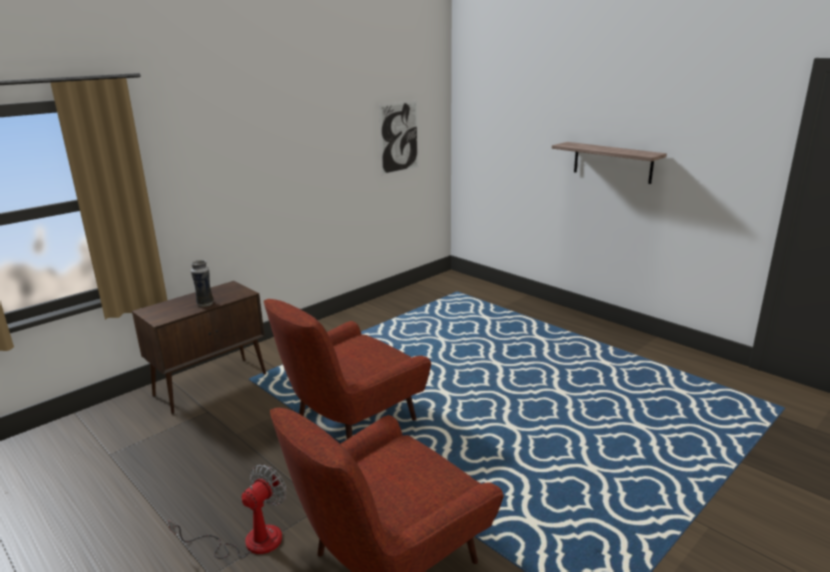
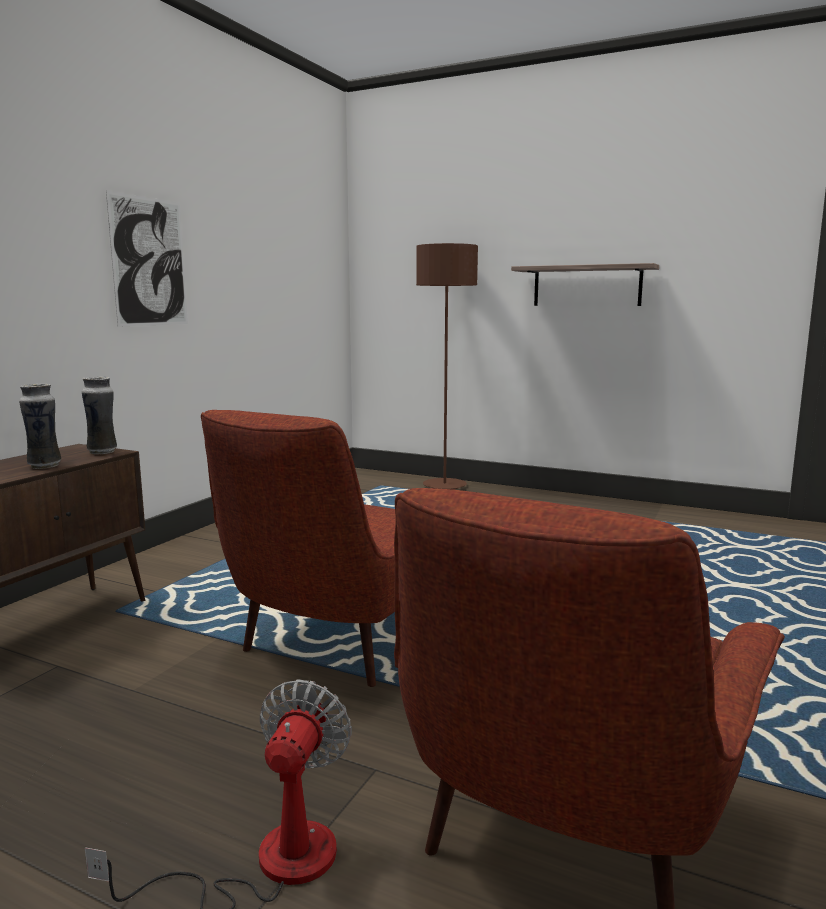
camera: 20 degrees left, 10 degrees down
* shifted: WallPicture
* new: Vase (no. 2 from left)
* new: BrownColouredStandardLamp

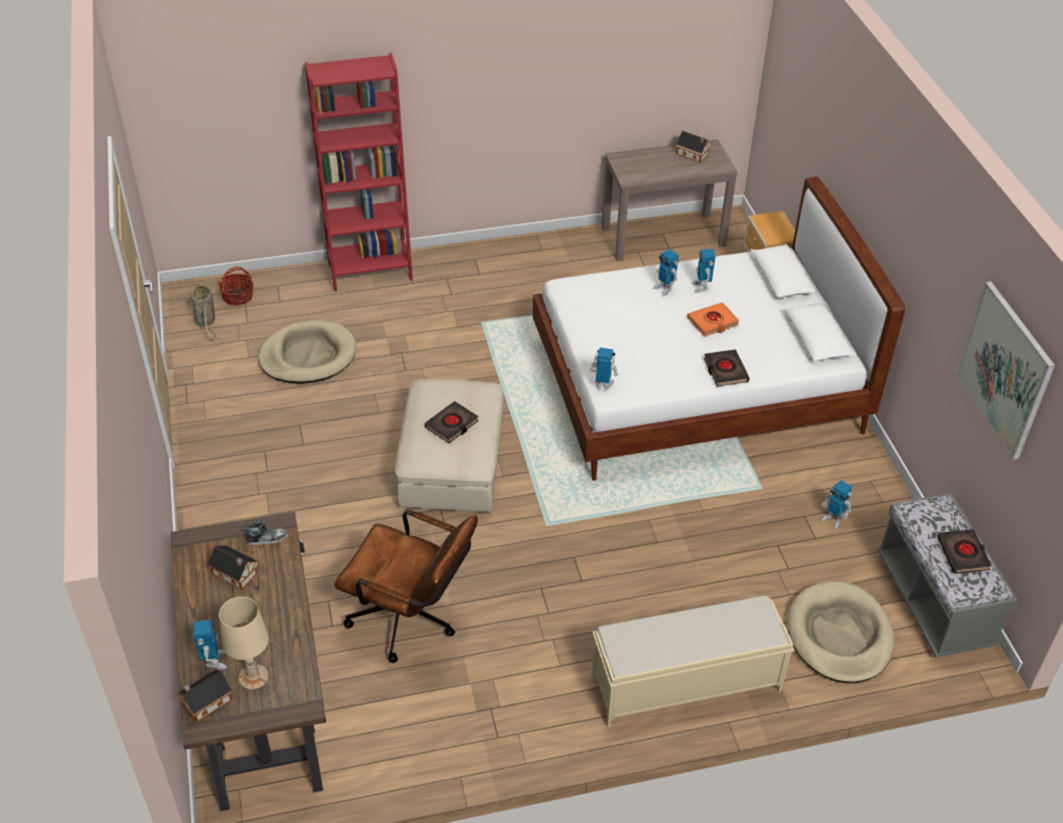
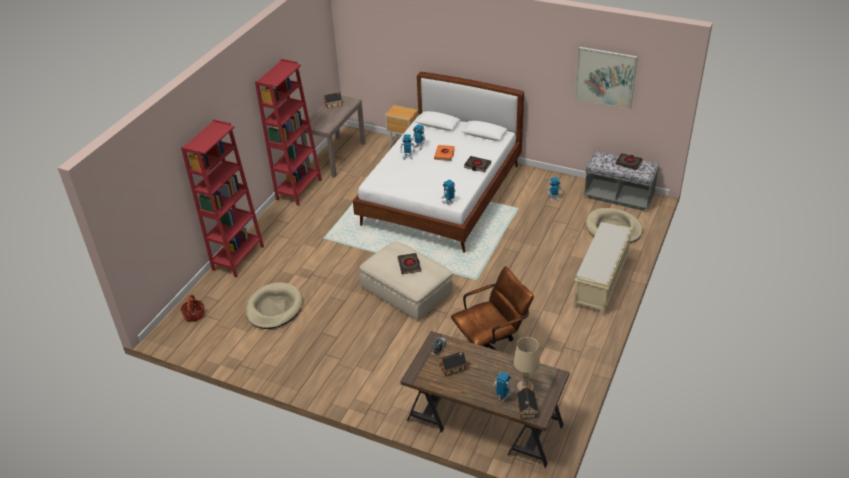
camera: 50 degrees left, 5 degrees down
* gone: StorageBasket (no. 1 from left)
* new: RedColouredBookcase (no. 2 from left)

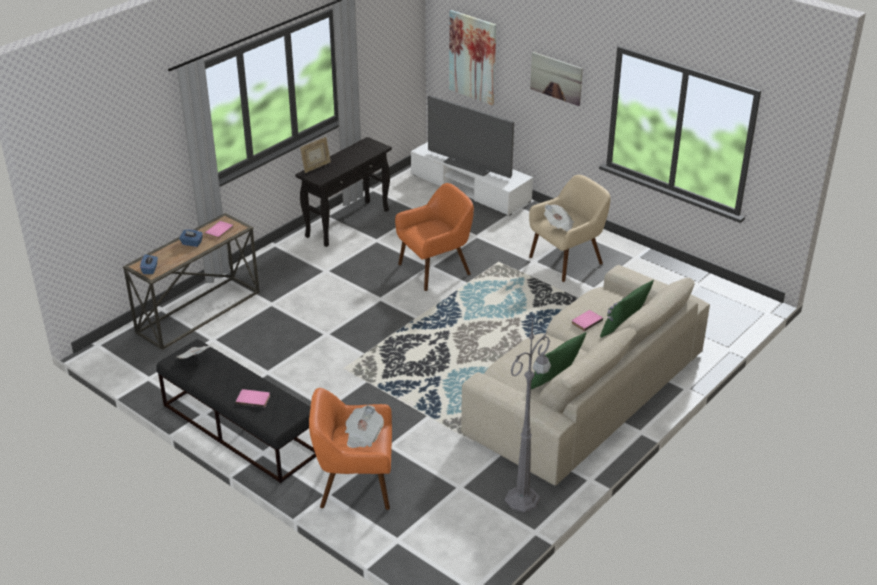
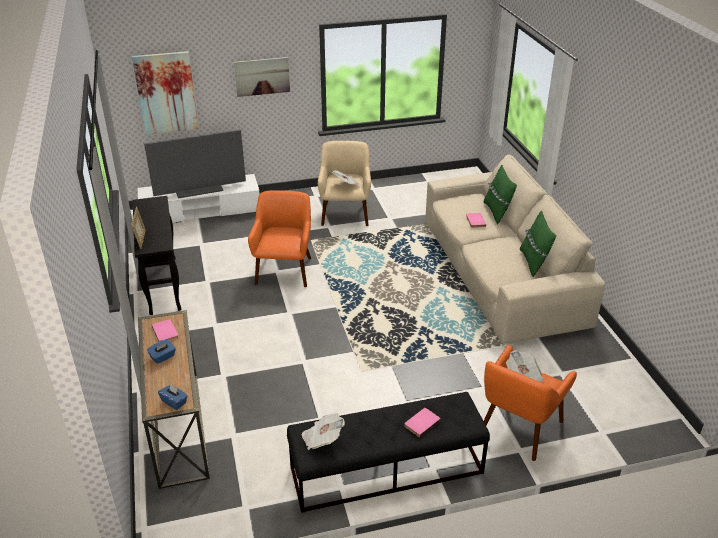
camera: 55 degrees left, 0 degrees up
* gone: GreyStandardLamp

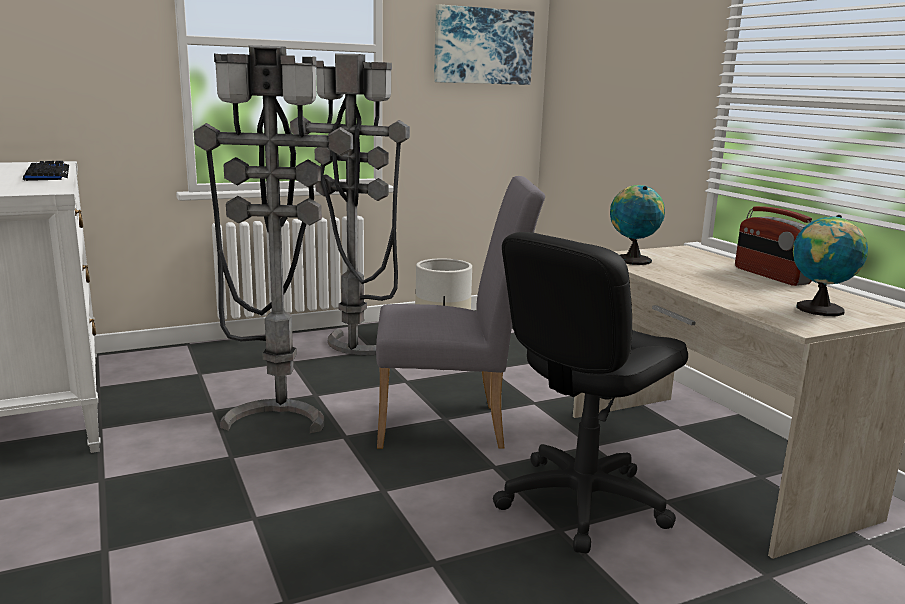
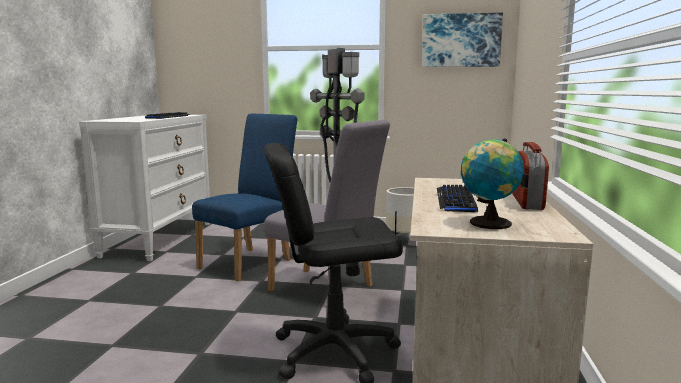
camera: 35 degrees right, 5 degrees down
* swapped: GreyStandardLamp (no. 1 from left) to BluishPlainChair
* gone: WorldGlobe (no. 1 from left)
* new: PcKeyboard (no. 2 from left)

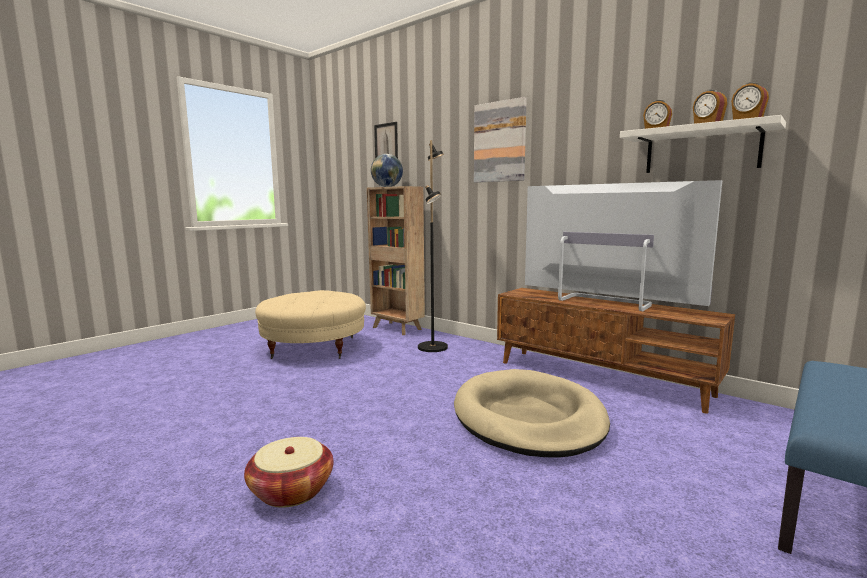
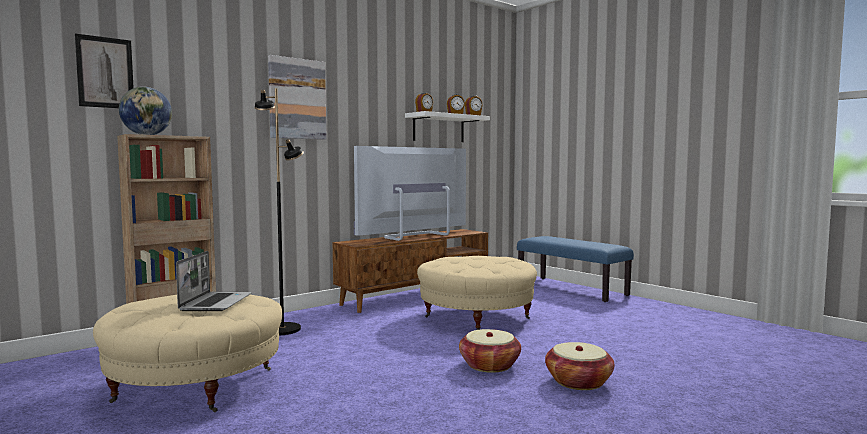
camera: 80 degrees left, 5 degrees down
* swapped: BeigeDogCushion to BeigePouffe (no. 2 from left)
* new: NotebookComputer
* new: StorageBasket (no. 1 from left)

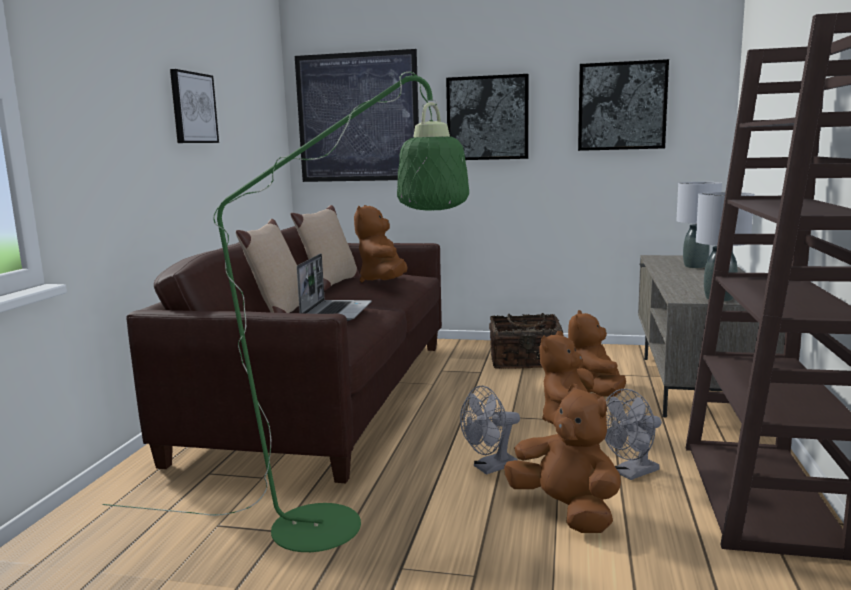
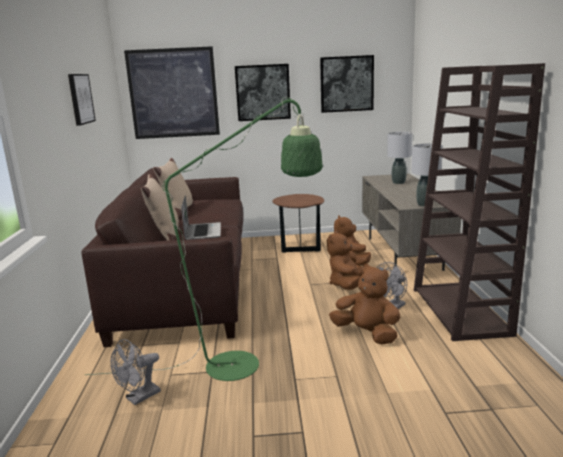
camera: 15 degrees left, 5 degrees up
* gone: BrownColouredCuddlyToy (no. 1 from left)
* shifted: GreyFan (no. 1 from left)
* swapped: StorageBasket to BrownColouredSideTable

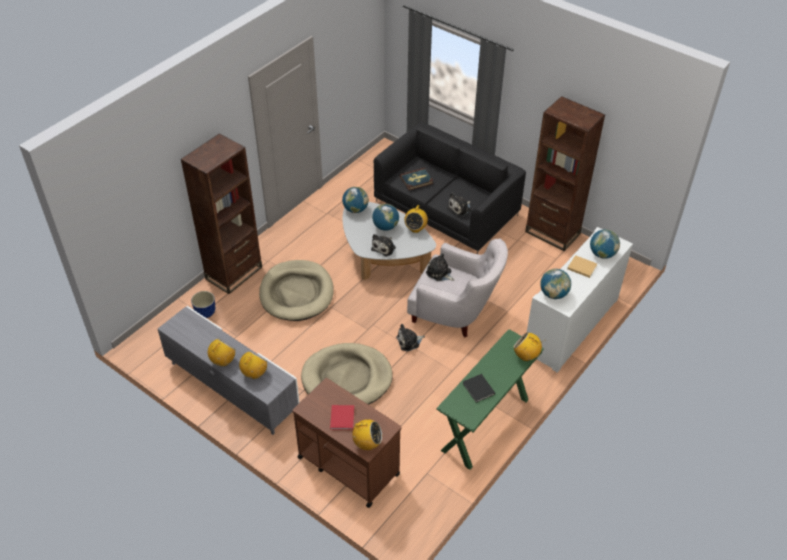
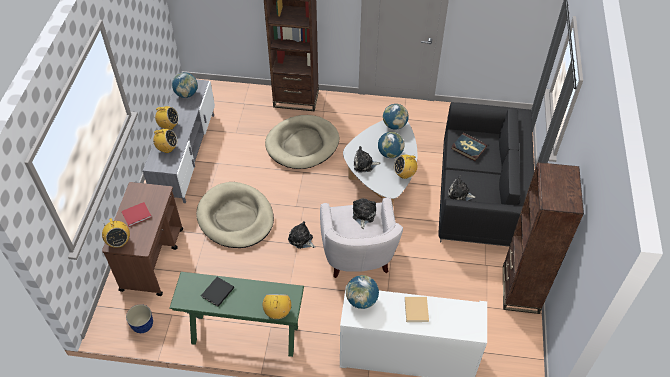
camera: 60 degrees right, 5 degrees up
* shifted: FlowerPot
* shifted: WorldGlobe (no. 4 from left in the first image) to WorldGlobe (no. 1 from left)

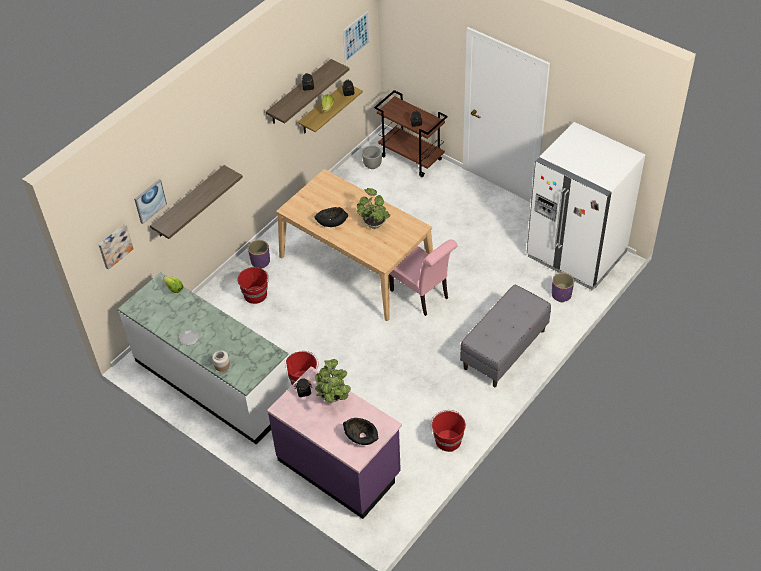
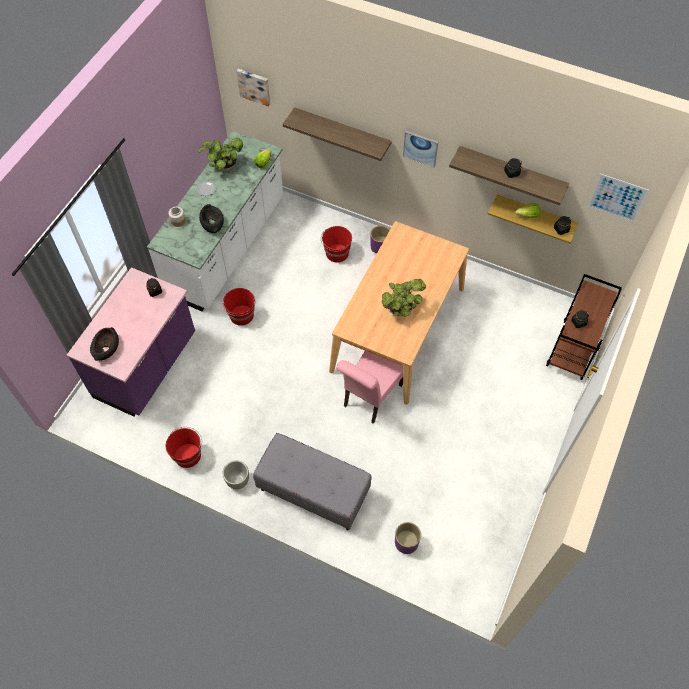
camera: 75 degrees right, 10 degrees up
* shifted: WallPicture (no. 2 from left)
* shifted: BlackishServingBowl (no. 1 from left in the first image) to BlackishServingBowl (no. 2 from left)
* shifted: Houseplant (no. 1 from left)
* shifted: GreyFlowerPot
* gone: WhitishRefrigerator

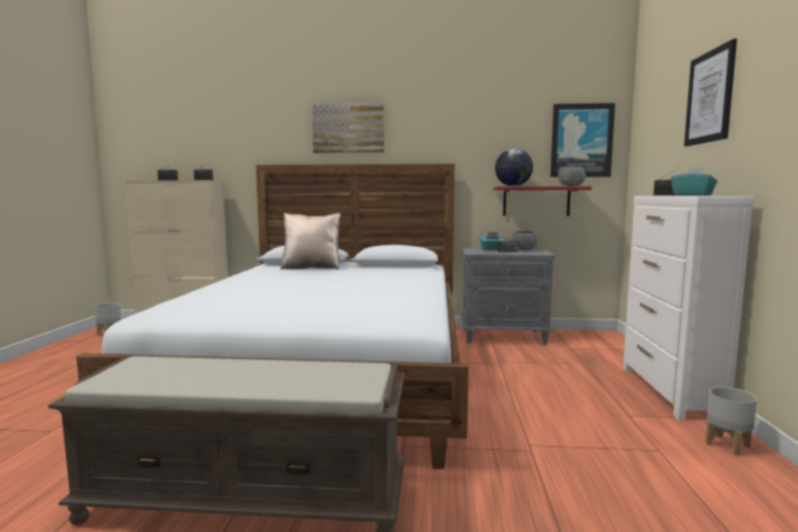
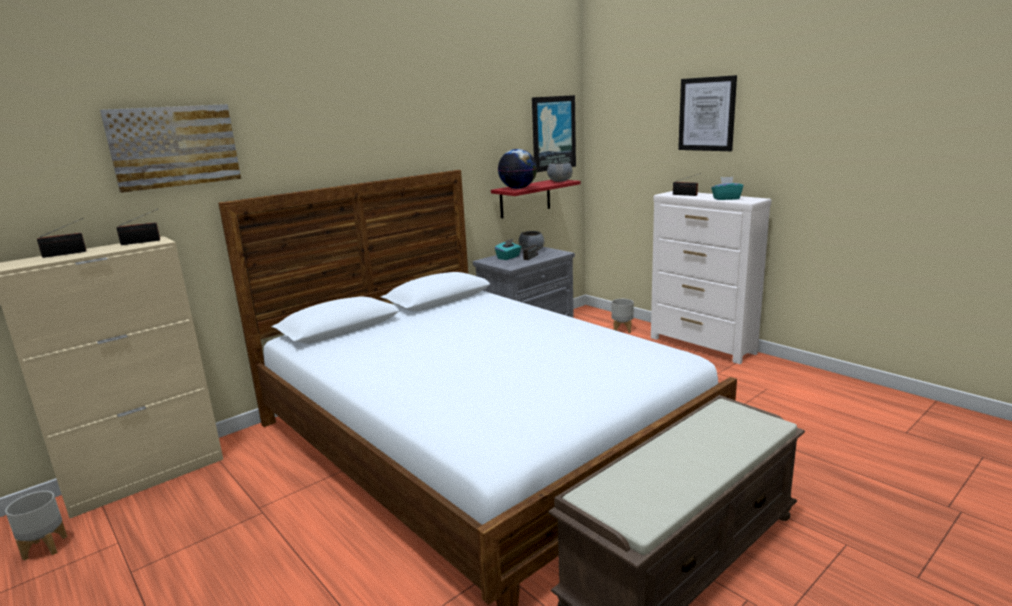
camera: 45 degrees left, 10 degrees up
* gone: BeigeCushion
* shifted: WallPicture (no. 1 from left)
* shifted: GreyFlowerPot (no. 2 from left)

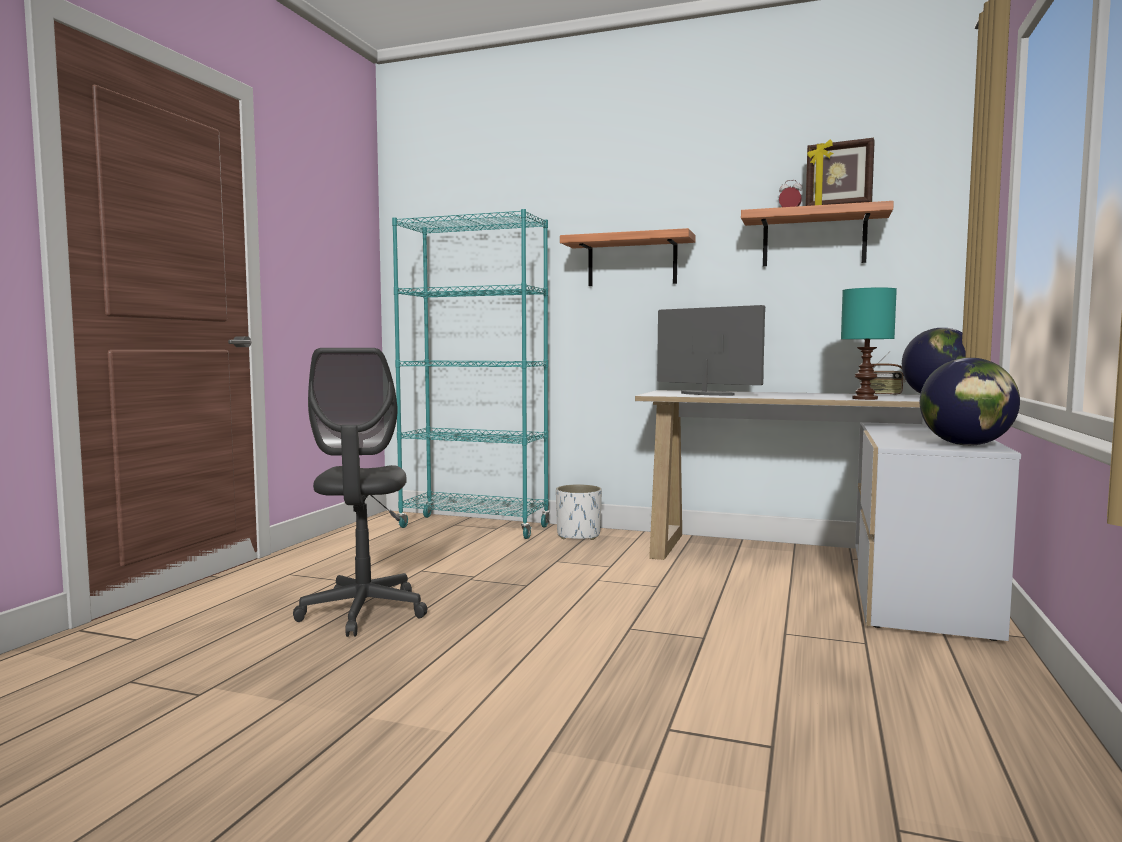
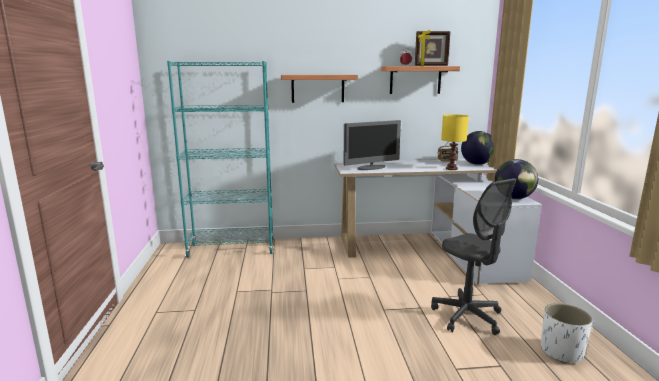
camera: 25 degrees left, 10 degrees up
* shifted: GreyDeskChair
* shifted: WhitishFlowerPot
* rotated: Monitor 135 degrees clockwise
* repainted: TurquoiseColouredLampForATable to YellowLampForATable

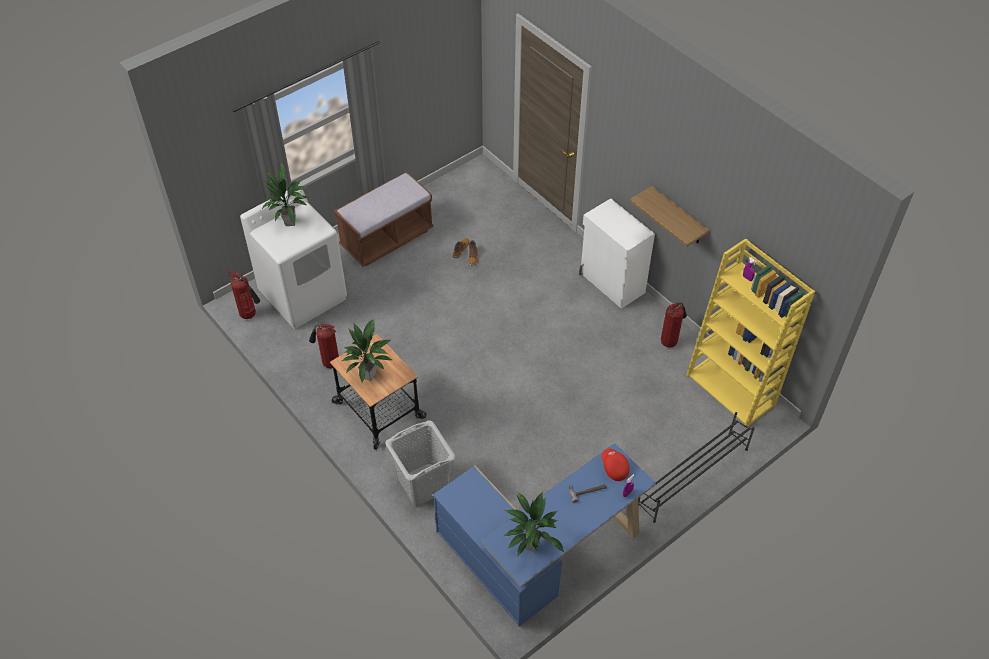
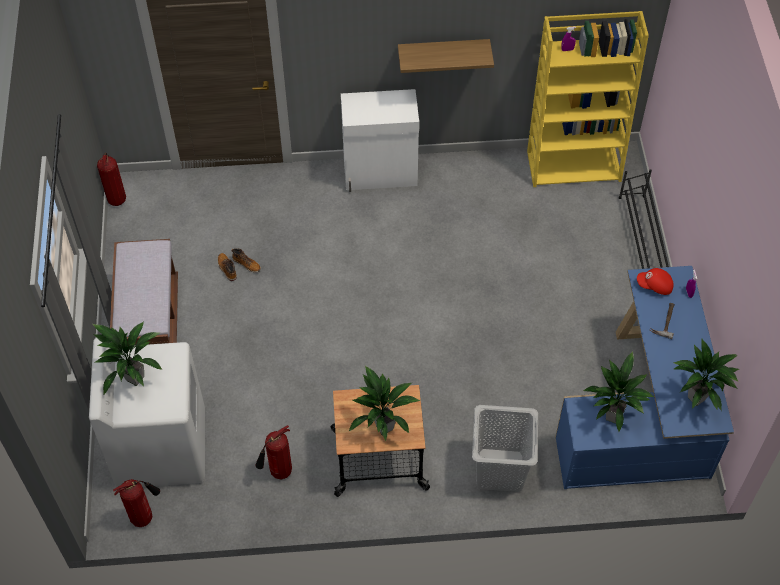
camera: 55 degrees left, 5 degrees up
* shifted: FireExtinguisher (no. 3 from left in the first image) to FireExtinguisher (no. 1 from left)
* new: Houseplant (no. 3 from left)

